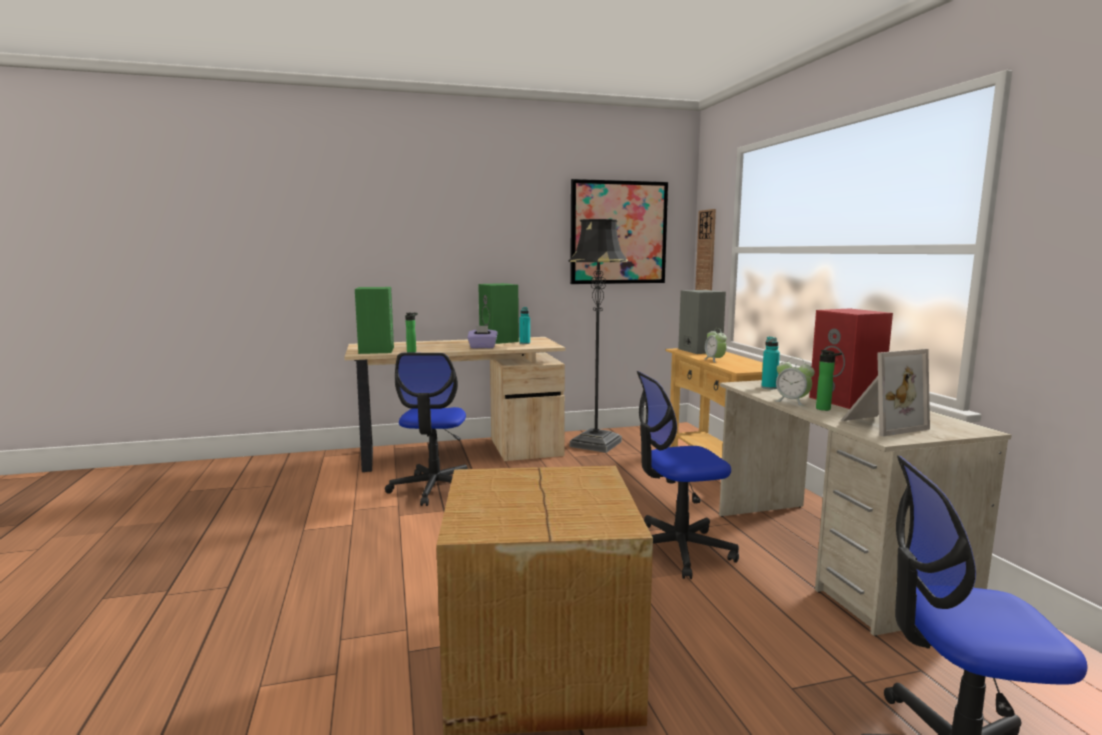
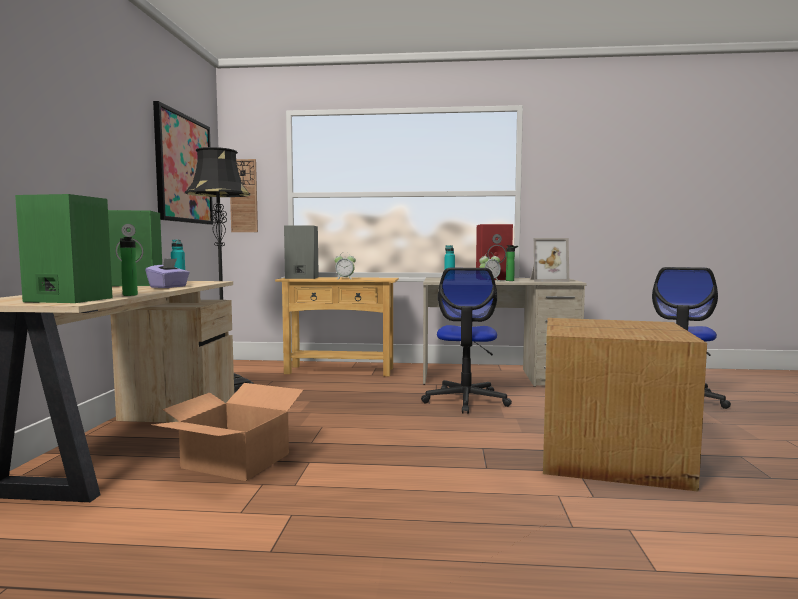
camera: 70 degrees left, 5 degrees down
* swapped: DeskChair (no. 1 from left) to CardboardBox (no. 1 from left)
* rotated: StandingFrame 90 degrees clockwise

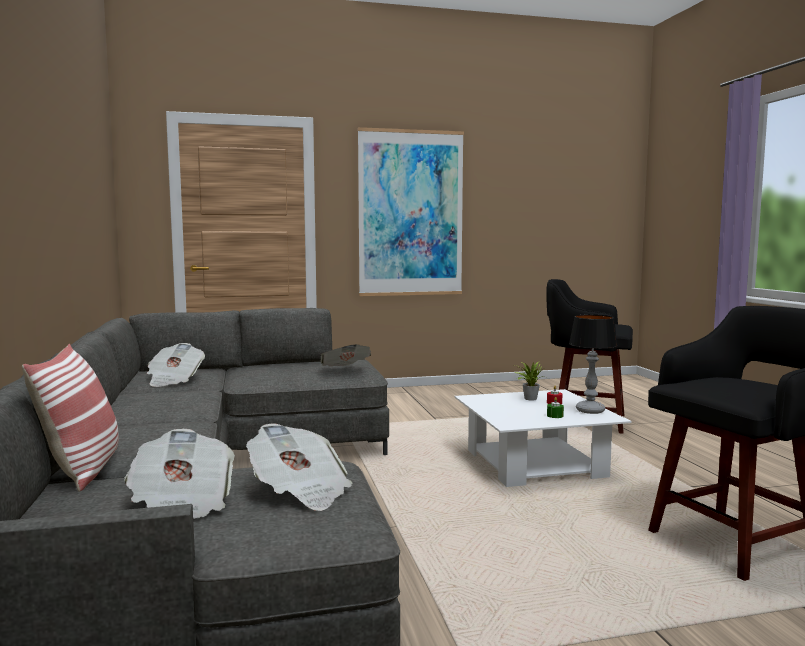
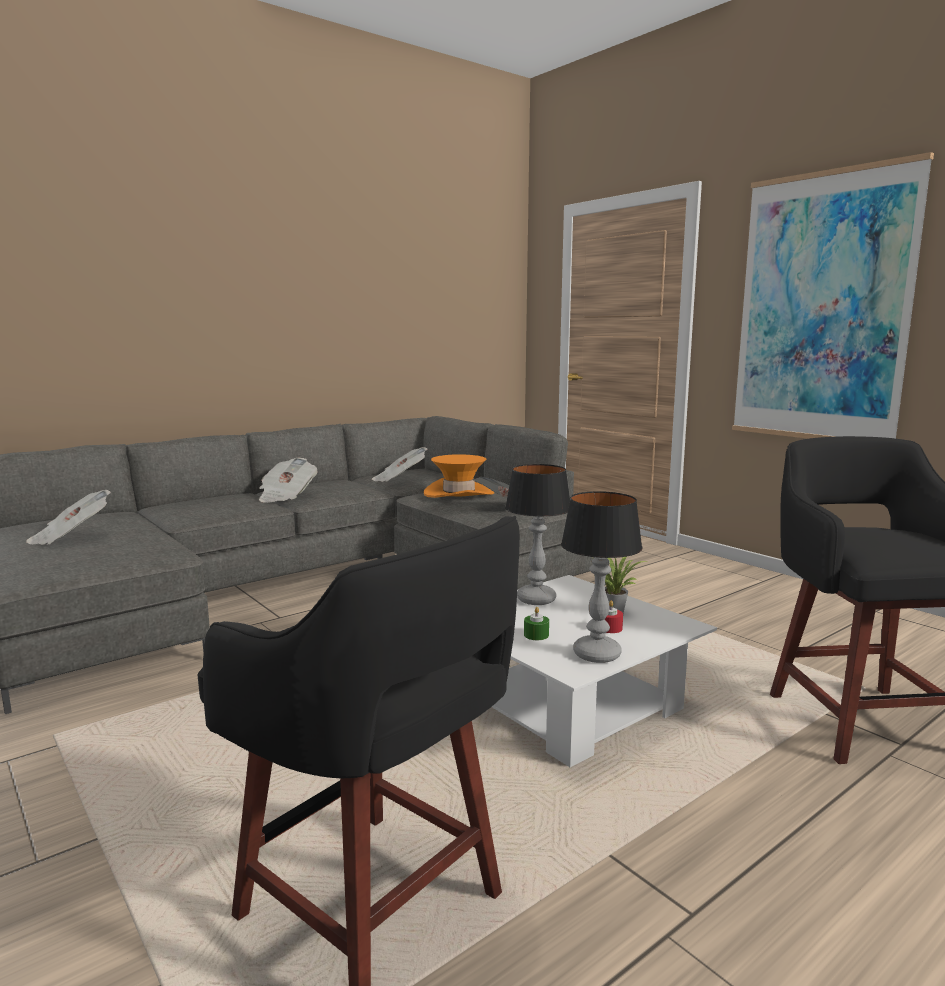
camera: 65 degrees right, 5 degrees up
* gone: Cushion
* shifted: PrintedPaper (no. 3 from left in the first image) to PrintedPaper (no. 2 from left)
* new: OrangeHat
* new: LampForATable (no. 1 from left)

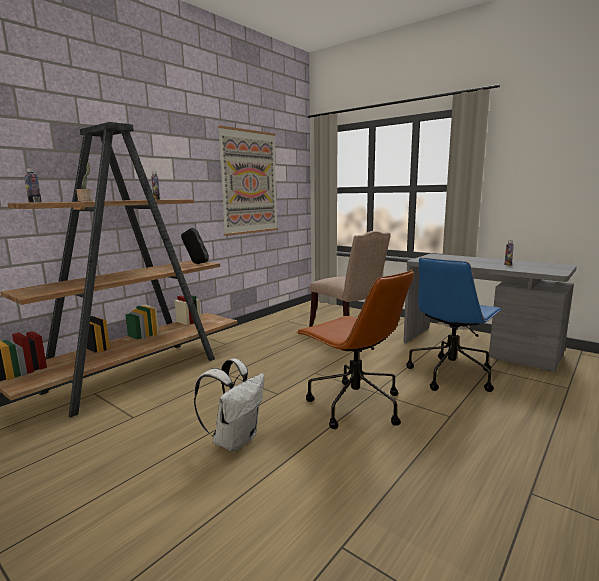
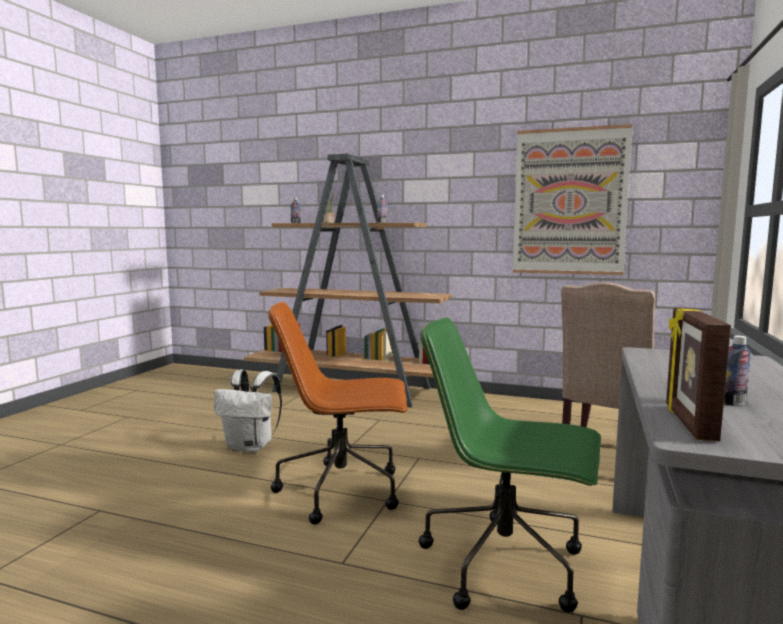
camera: 70 degrees right, 5 degrees down
* gone: BlackishAudioSpeaker
* rotated: BrownColouredDeskChair 60 degrees clockwise
* repainted: BluishDeskChair to GreenishDeskChair
* new: StandingFrame

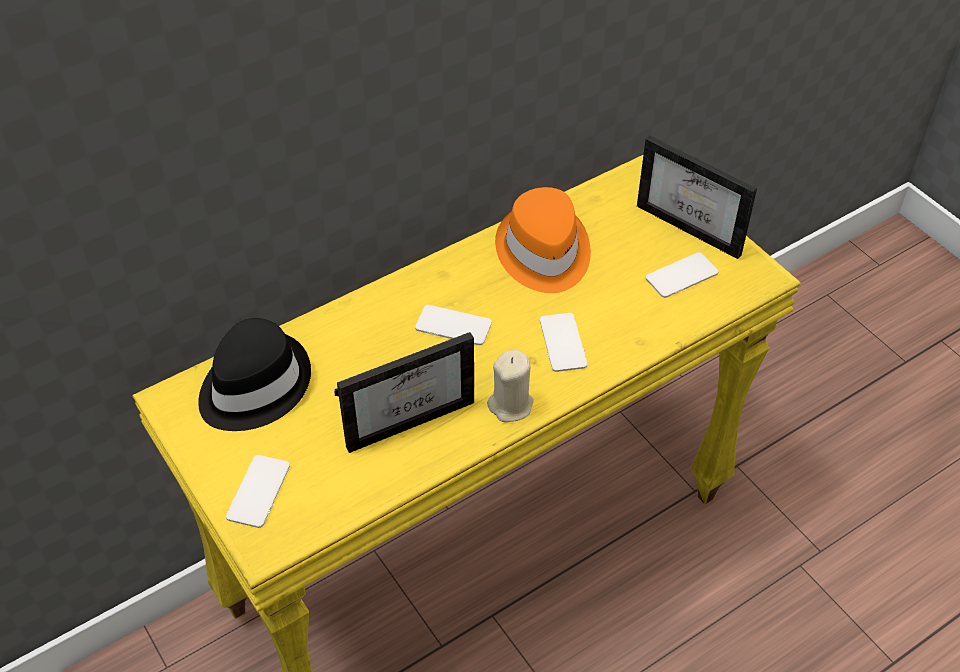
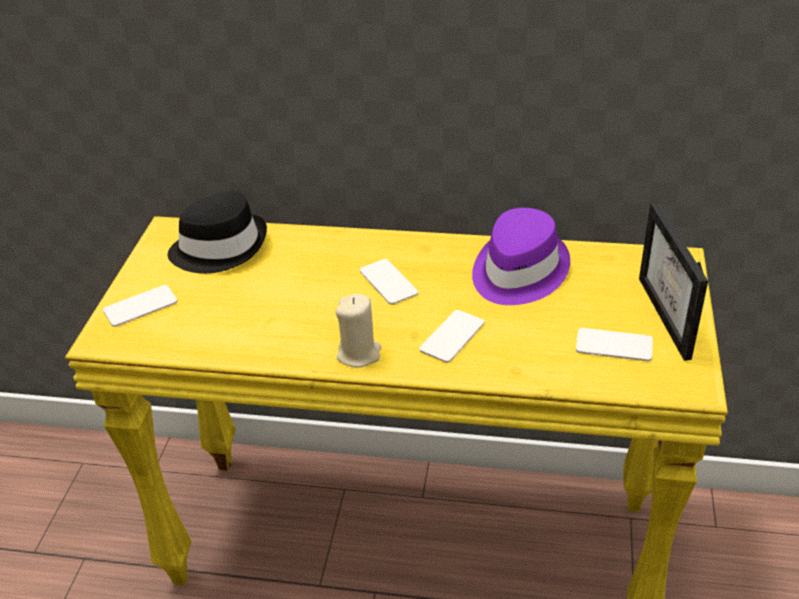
camera: 45 degrees right, 10 degrees down
* gone: StandingFrame (no. 1 from left)
* repainted: OrangeHat to PurpleHat

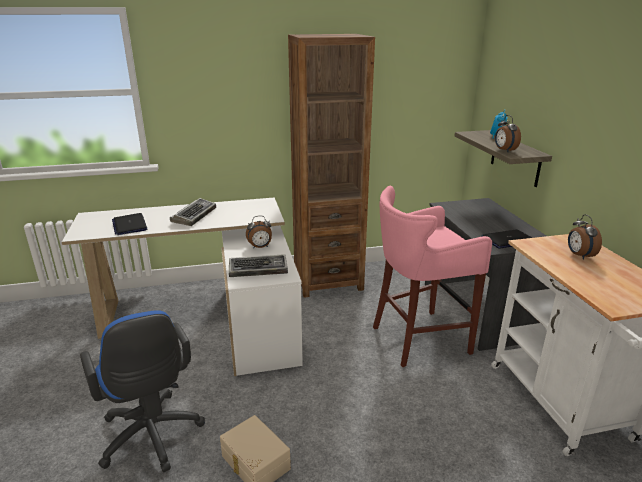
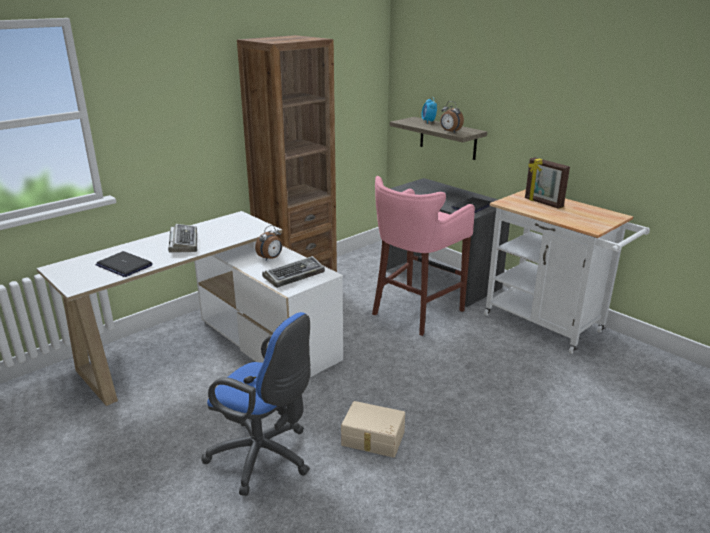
camera: 30 degrees left, 0 degrees up
* swapped: AlarmClock (no. 4 from left) to StandingFrame

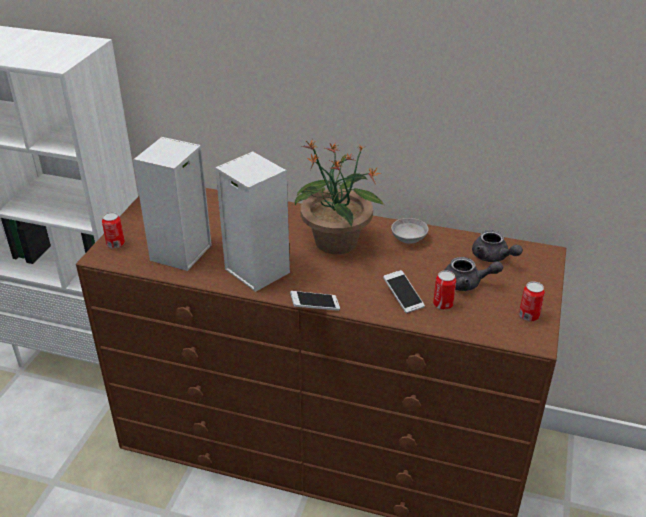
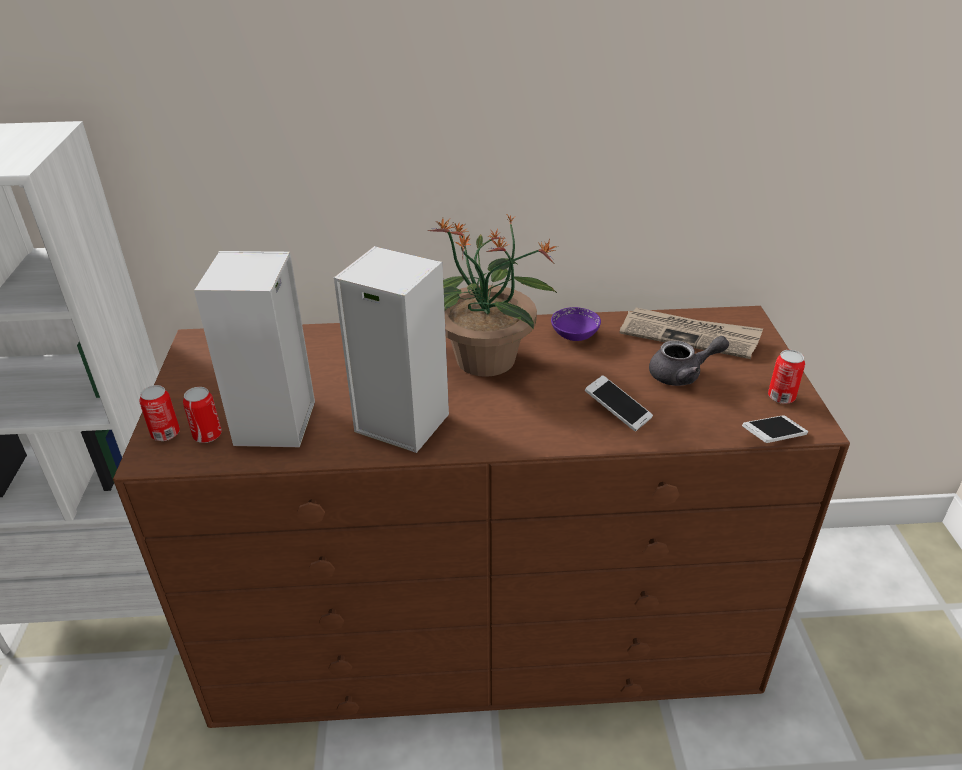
camera: 20 degrees left, 0 degrees up
* shifted: Phone (no. 1 from left in the first image) to Phone (no. 2 from left)
* repainted: GreyServingBowl to PurpleServingBowl
* shifted: SealedCan (no. 2 from left)
* swapped: GreyTeaPot (no. 2 from left) to PrintedPaper

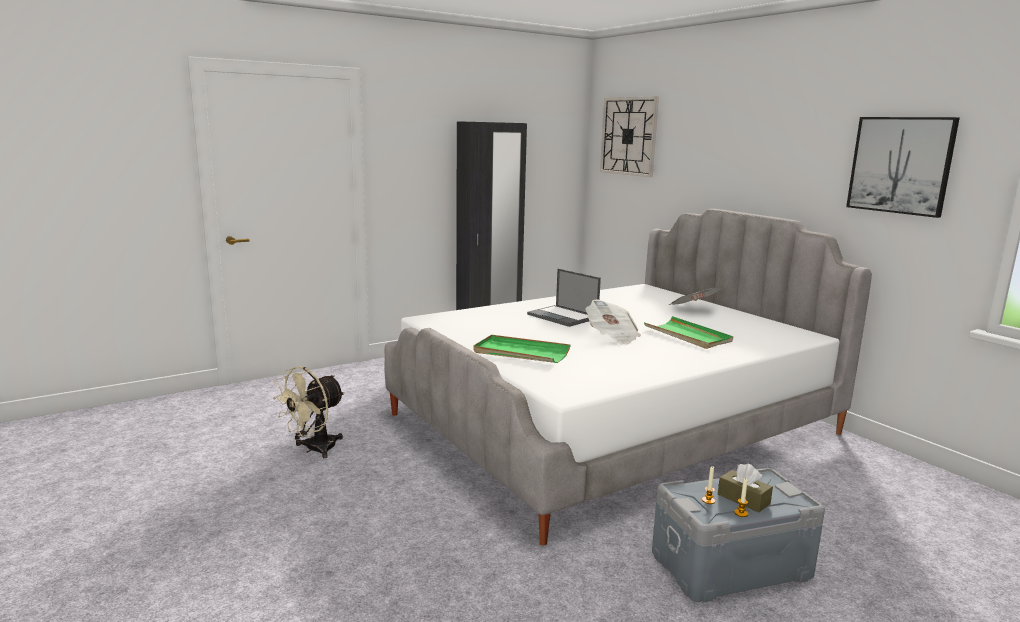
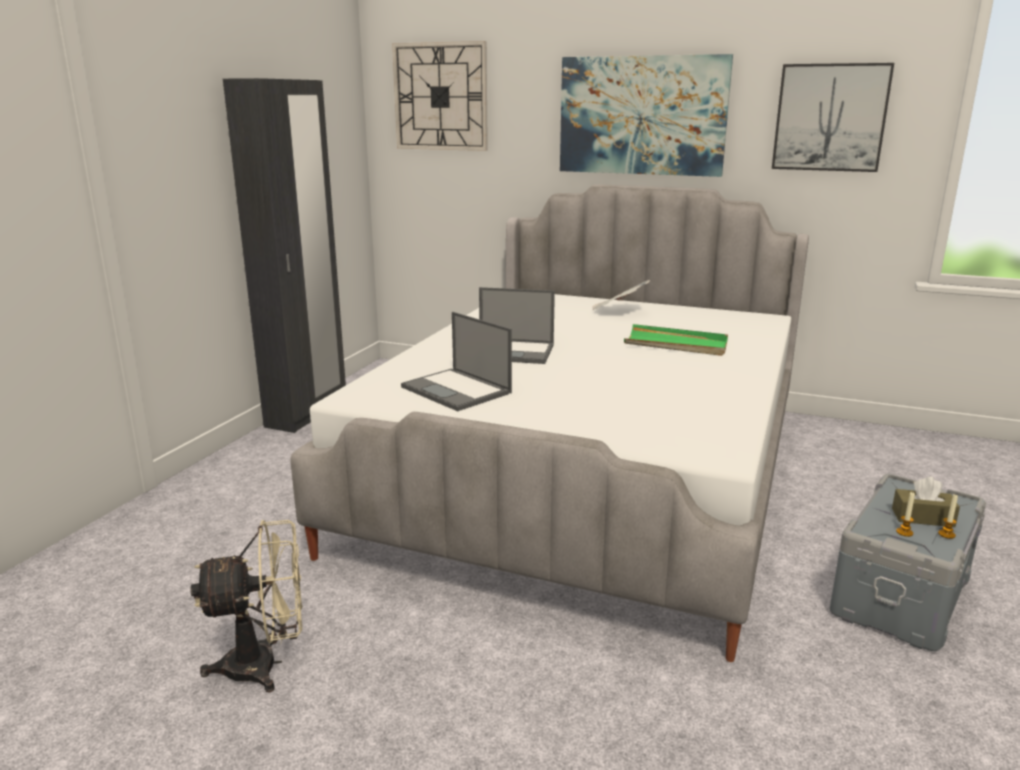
camera: 35 degrees left, 5 degrees up
* rotated: BeigeFan 105 degrees counterclockwise
* gone: GreenishServingTray (no. 1 from left)
* gone: PrintedPaper (no. 1 from left)
* new: NotebookComputer (no. 1 from left)
* new: WallPicture (no. 1 from left)

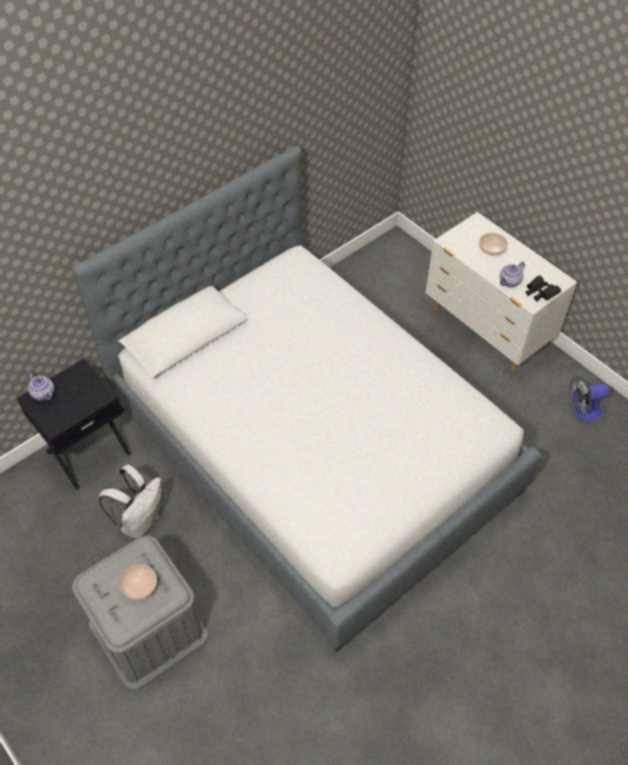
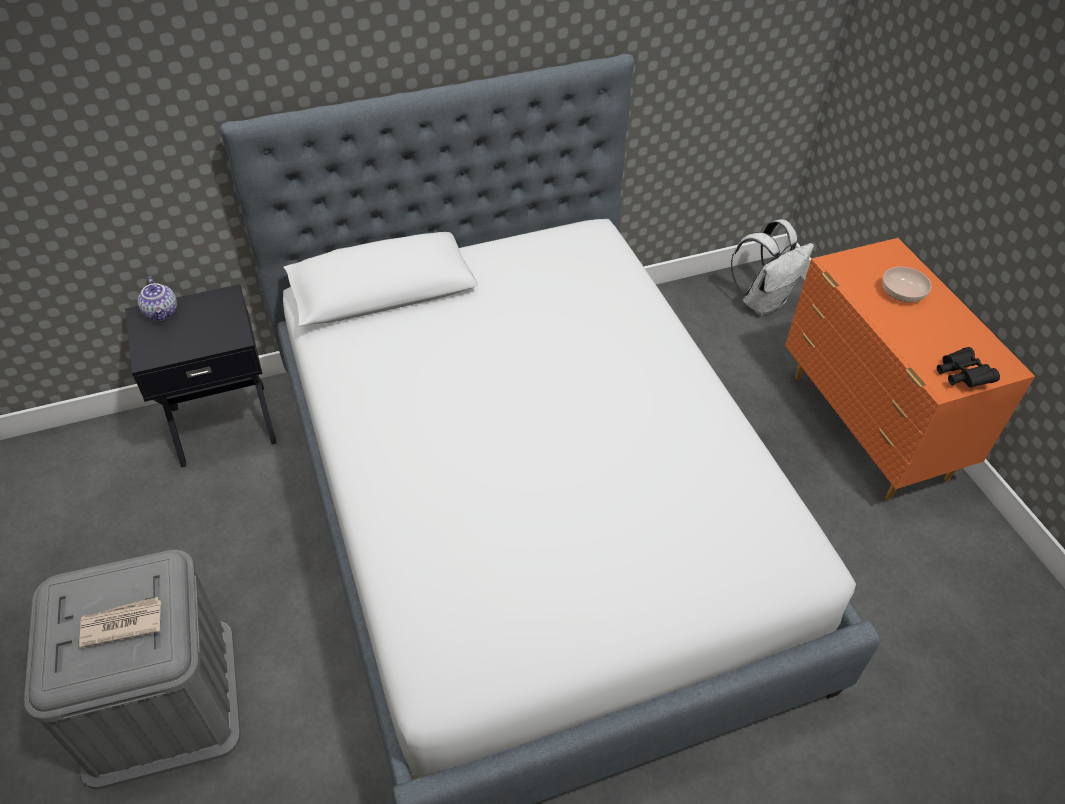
camera: 20 degrees right, 5 degrees down
* shifted: WhitishRucksack
* swapped: ServingBowl (no. 1 from left) to PrintedPaper
* repainted: WhitishDrawerChest to OrangeDrawerChest
* gone: TeaPot (no. 2 from left)
* gone: Fan

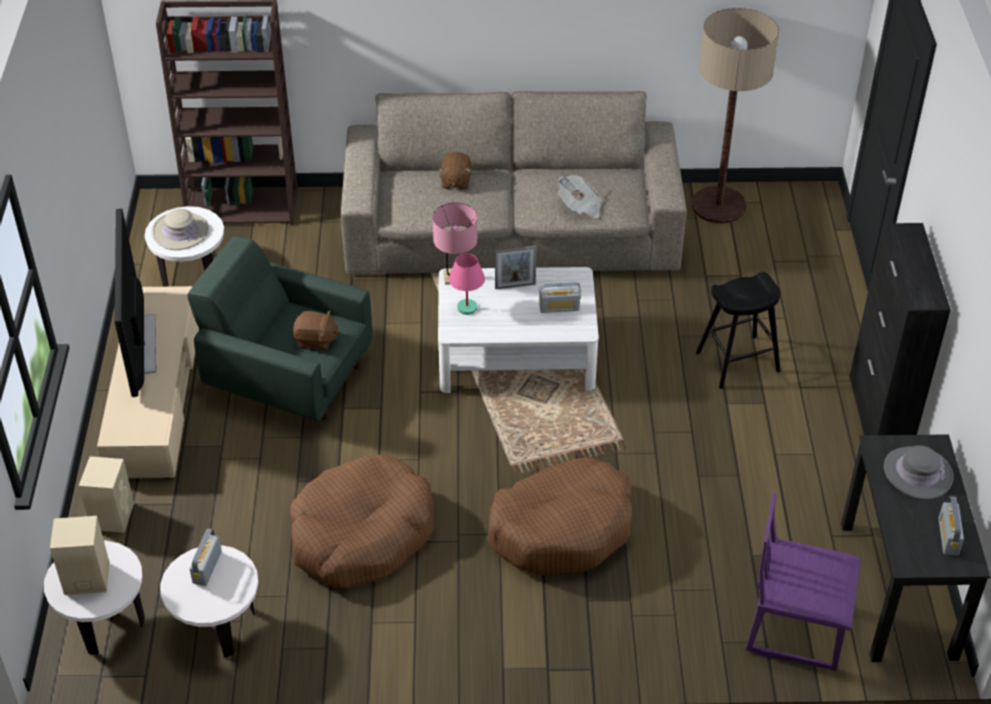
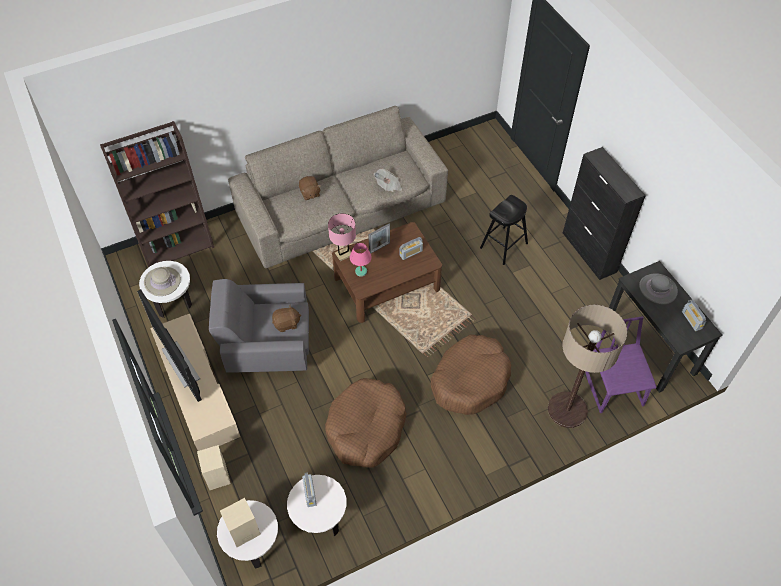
camera: 25 degrees left, 10 degrees up
* repainted: GreenishLoungeChair to GreyLoungeChair
* repainted: WhitishLowTable to BrownColouredLowTable
* shifted: StandardLamp
* rotated: PurplePlainChair 90 degrees clockwise

